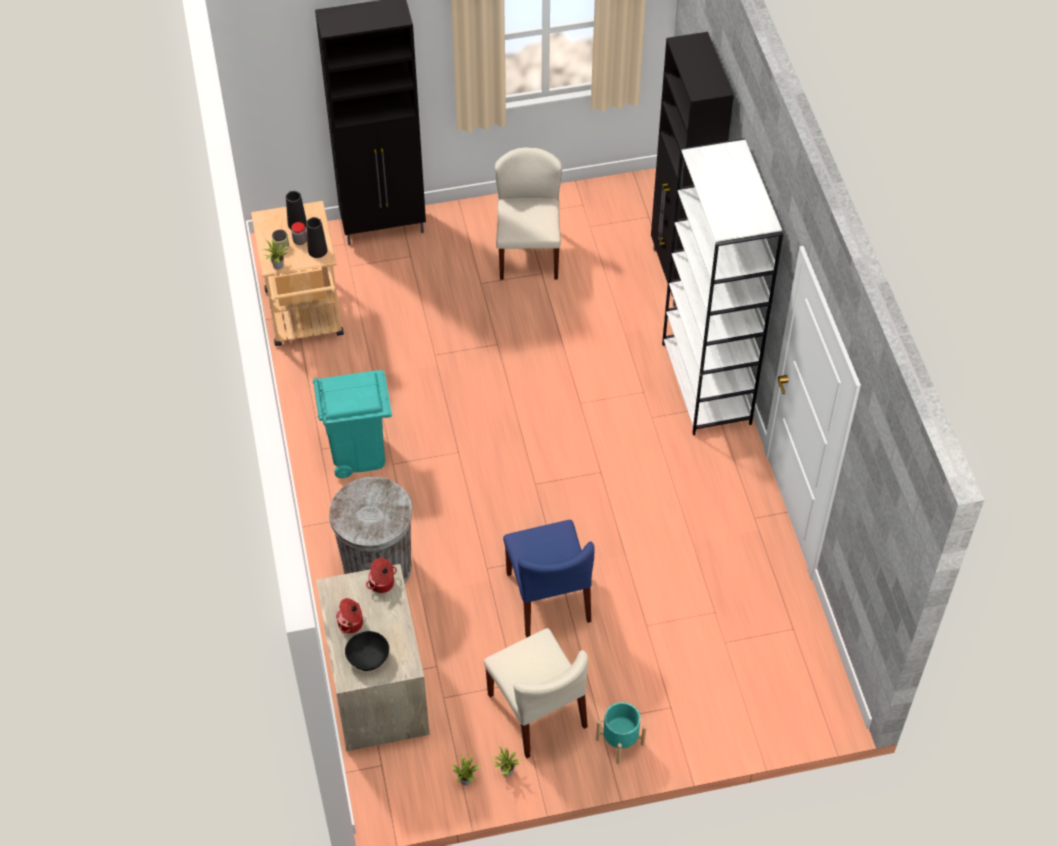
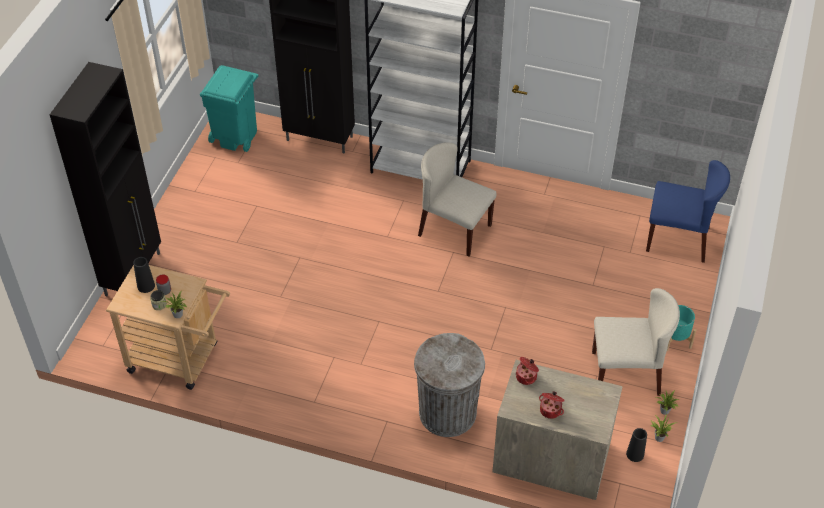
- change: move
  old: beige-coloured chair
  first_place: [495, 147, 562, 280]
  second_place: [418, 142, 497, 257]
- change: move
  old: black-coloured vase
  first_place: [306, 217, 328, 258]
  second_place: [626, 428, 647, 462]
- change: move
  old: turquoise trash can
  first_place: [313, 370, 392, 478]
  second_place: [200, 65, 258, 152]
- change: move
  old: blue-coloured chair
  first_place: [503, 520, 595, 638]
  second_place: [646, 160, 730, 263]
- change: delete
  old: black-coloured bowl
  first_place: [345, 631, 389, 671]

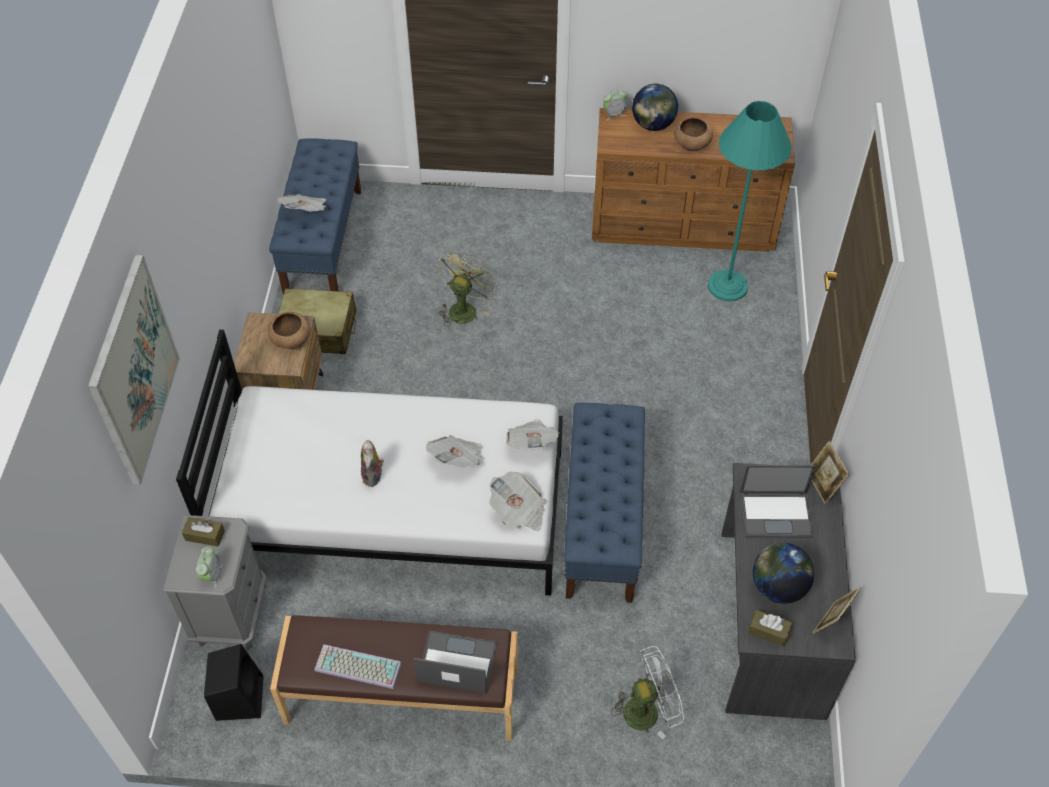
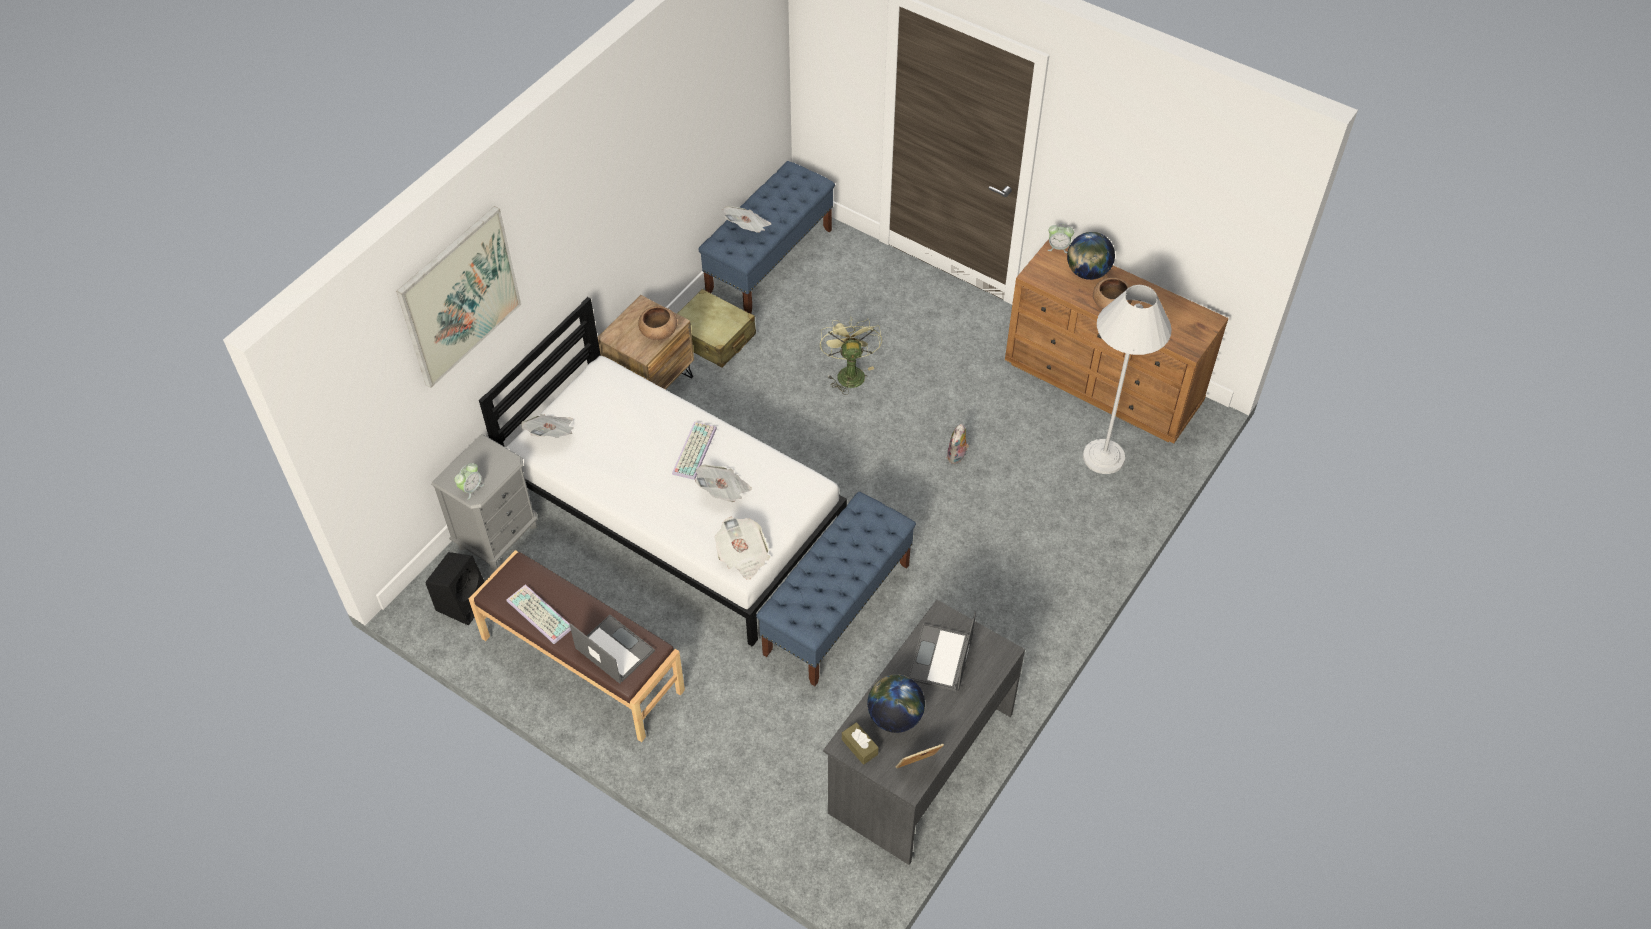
- change: recolor
  old: turquoise standing lamp
  new: white standing lamp
  first_place: [708, 101, 792, 301]
  second_place: [1083, 285, 1172, 474]
- change: rotate
  old: green-coloured cooling fan
  first_place: [436, 250, 497, 327]
  second_place: [820, 317, 882, 395]
  degrees: -60
- change: move
  old: newspaper
  first_place: [506, 419, 559, 450]
  second_place: [521, 414, 574, 437]
- change: move
  old: plush toy
  first_place: [361, 440, 384, 487]
  second_place: [947, 424, 969, 464]
- change: delete
  old: standing frame
  first_place: [811, 441, 850, 504]
- change: rotate
  old: portable computer
  first_place: [740, 465, 816, 538]
  second_place: [908, 611, 976, 692]
  degrees: 75
- change: delete
  old: brownish tissue box
  first_place: [182, 517, 225, 547]
- change: delete
  old: white cooling fan
  first_place: [611, 646, 684, 739]
- change: insert
  new: keyboard
  second_place: [672, 422, 717, 480]

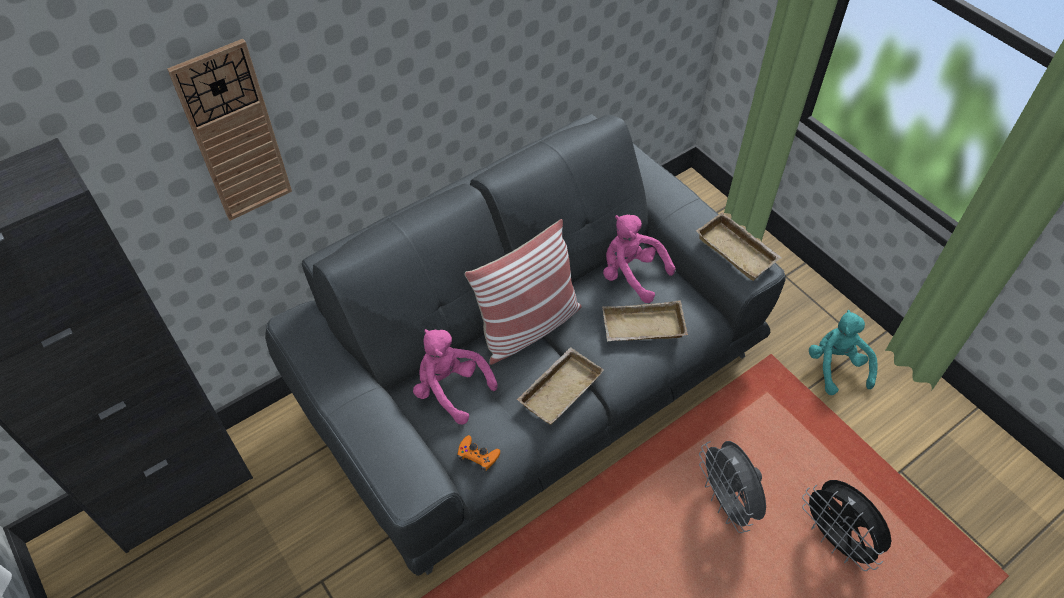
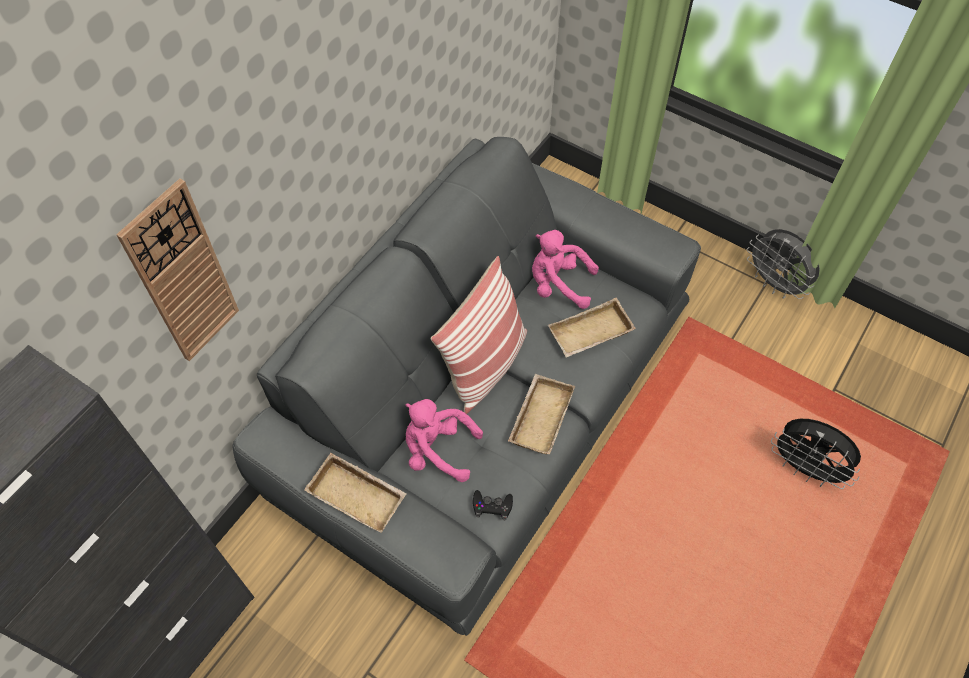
- change: move
  old: beige-coloured serving tray
  first_place: [696, 212, 782, 281]
  second_place: [304, 453, 406, 533]
- change: delete
  old: turquoise plush toy
  first_place: [809, 310, 878, 395]
- change: recolor
  old: orange gamepad
  new: black-coloured gamepad
  first_place: [458, 435, 500, 472]
  second_place: [473, 490, 513, 520]
- change: move
  old: greyish cooling fan
  first_place: [699, 441, 766, 533]
  second_place: [747, 229, 820, 299]

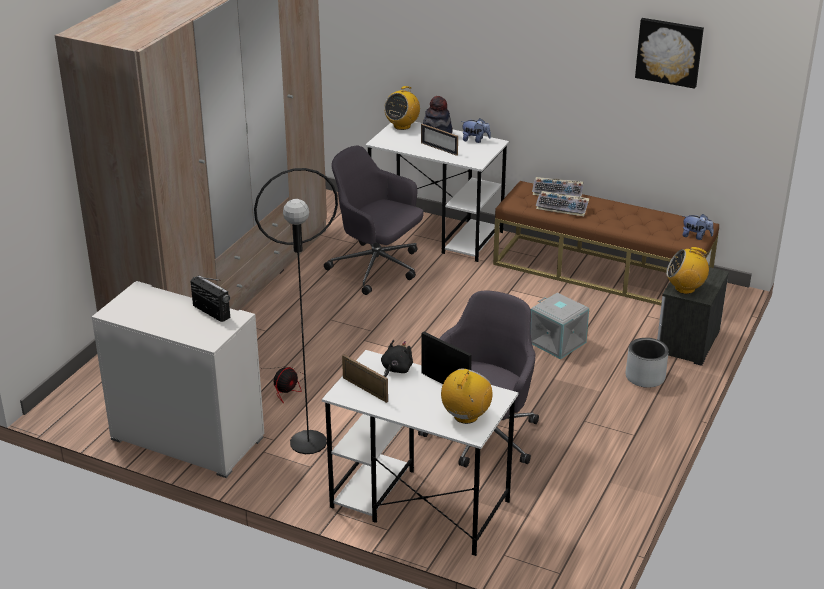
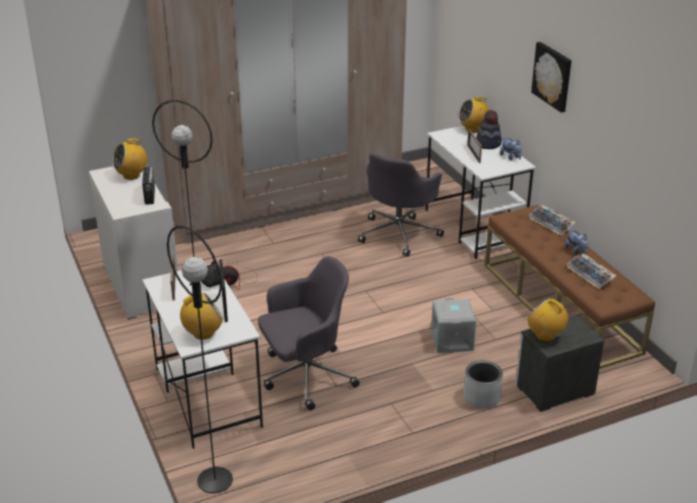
- change: move
  old: wall art
  first_place: [635, 18, 704, 89]
  second_place: [531, 42, 572, 113]
- change: rotate
  old: greyish computer chair
  first_place: [324, 146, 424, 295]
  second_place: [358, 153, 444, 257]
  degrees: -135
- change: move
  old: keyboard
  first_place: [535, 191, 589, 216]
  second_place: [567, 253, 617, 289]
- change: move
  old: plush toy
  first_place: [683, 214, 714, 240]
  second_place: [565, 230, 588, 255]
- change: insert
  new: radio set
  second_place: [112, 139, 147, 180]
- change: insert
  new: black-coloured standing lamp
  second_place: [167, 226, 233, 494]

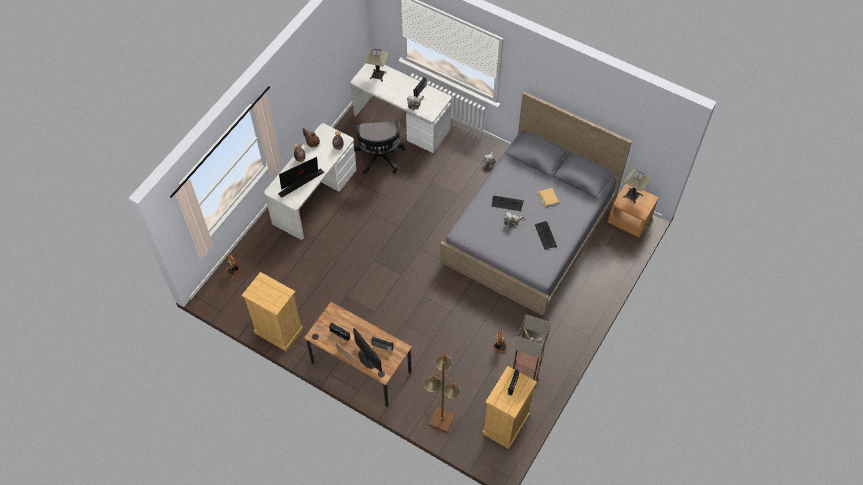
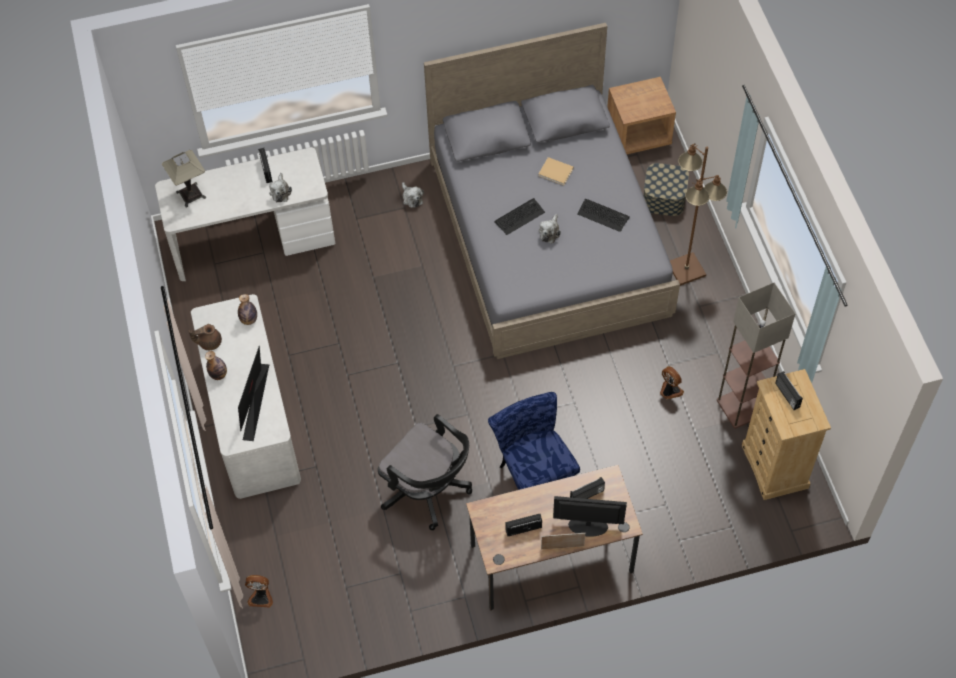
- change: move
  old: black-coloured computer chair
  first_place: [354, 120, 405, 174]
  second_place: [378, 414, 472, 530]
- change: delete
  old: table lamp
  first_place: [623, 169, 651, 204]
- change: delete
  old: beige-coloured dresser
  first_place: [242, 272, 303, 352]
- change: move
  old: brownish standing lamp
  first_place: [424, 354, 461, 433]
  second_place: [670, 143, 727, 286]
- change: insert
  new: storage bin
  second_place: [644, 163, 689, 216]
- change: insert
  new: blue-coloured chair
  second_place: [488, 392, 580, 490]

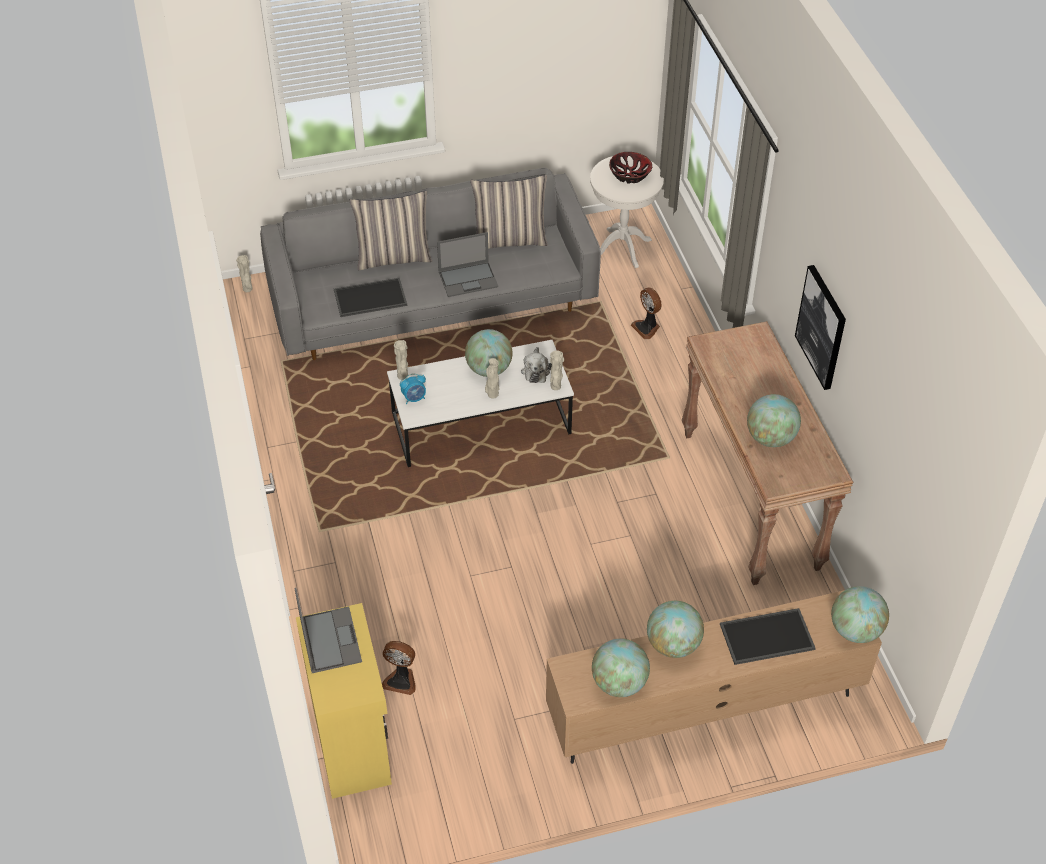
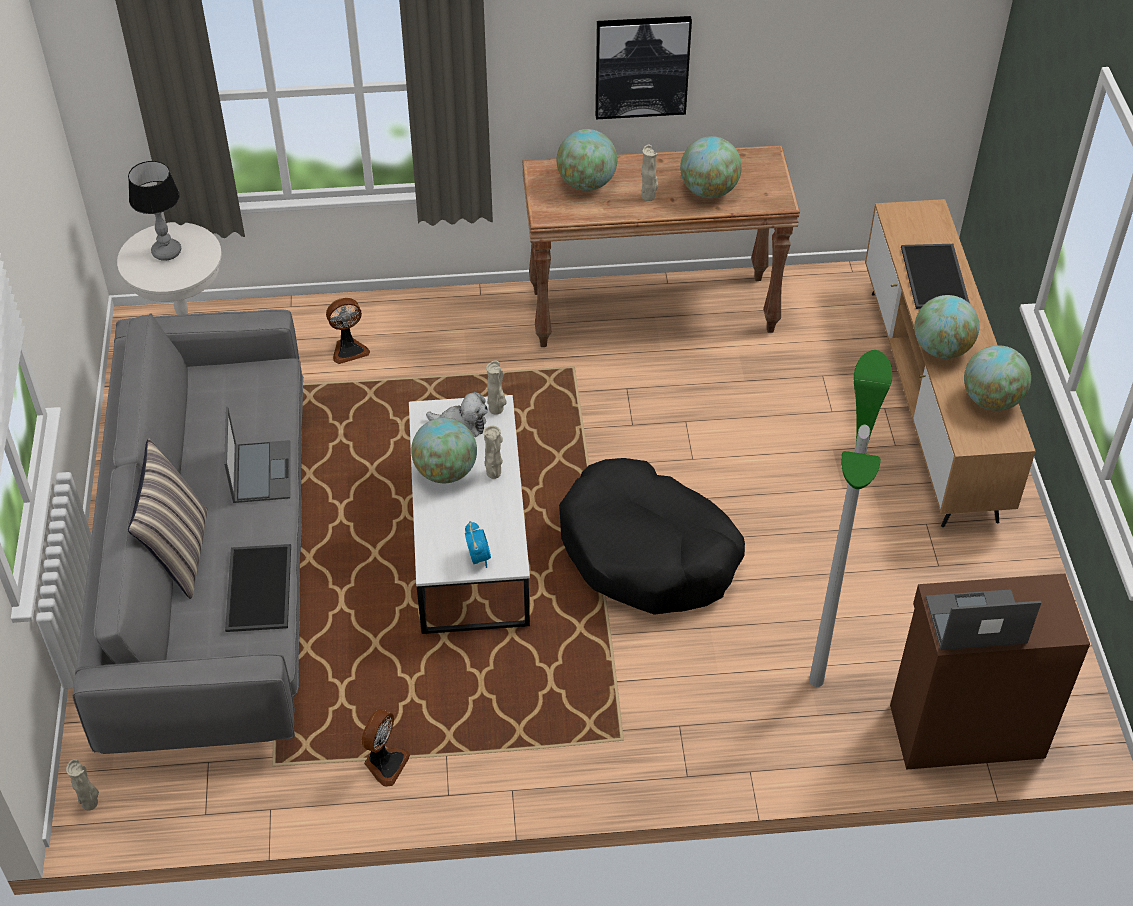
- change: replace
  old: bowl
  new: table lamp
  first_place: [609, 152, 652, 184]
  second_place: [128, 161, 181, 261]
- change: delete
  old: throw pillow
  first_place: [470, 175, 548, 249]
- change: move
  old: beige-coloured vase
  first_place: [394, 340, 408, 380]
  second_place: [641, 144, 658, 201]
- change: move
  old: world globe
  first_place: [831, 586, 889, 643]
  second_place: [557, 129, 617, 191]
- change: recolor
  old: yellow-coloured cabinet
  new: brownish cabinet
  first_place: [296, 603, 392, 799]
  second_place: [890, 574, 1090, 770]
- change: move
  old: cooling fan
  first_place: [382, 641, 415, 695]
  second_place: [362, 709, 410, 787]
- change: insert
  new: standing lamp
  second_place: [809, 350, 892, 687]
- change: insert
  new: black-coloured dog bed
  second_place: [559, 458, 745, 615]

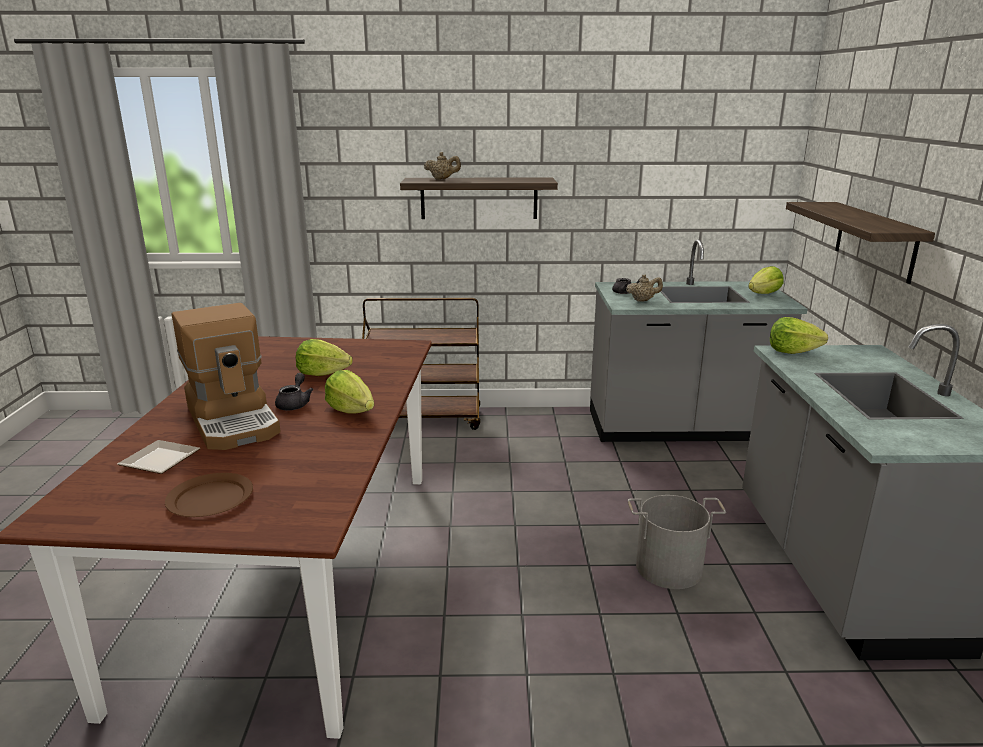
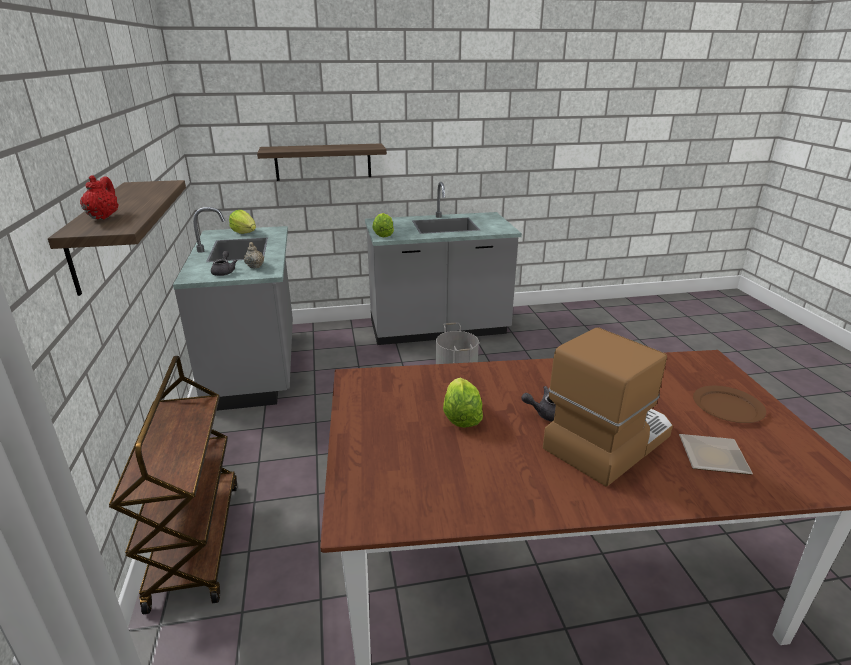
- change: recolor
  old: beige-coloured tea pot
  new: reddish tea pot
  first_place: [424, 152, 461, 179]
  second_place: [80, 175, 119, 220]
- change: delete
  old: head of lettuce
  first_place: [325, 370, 374, 414]

